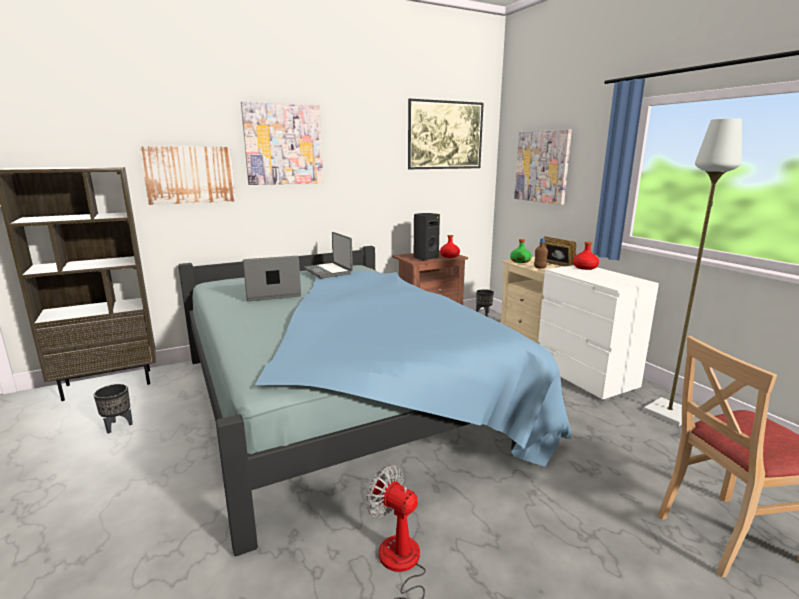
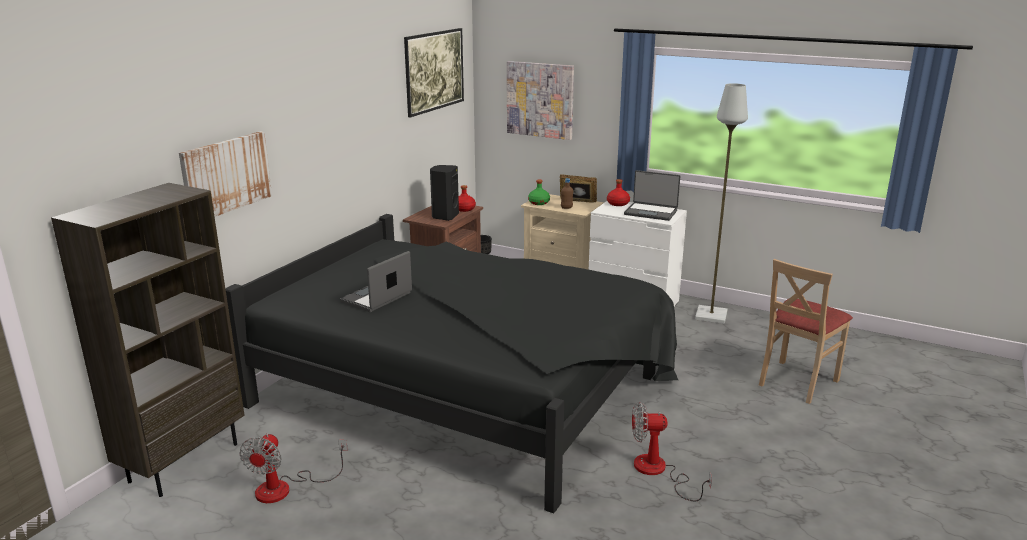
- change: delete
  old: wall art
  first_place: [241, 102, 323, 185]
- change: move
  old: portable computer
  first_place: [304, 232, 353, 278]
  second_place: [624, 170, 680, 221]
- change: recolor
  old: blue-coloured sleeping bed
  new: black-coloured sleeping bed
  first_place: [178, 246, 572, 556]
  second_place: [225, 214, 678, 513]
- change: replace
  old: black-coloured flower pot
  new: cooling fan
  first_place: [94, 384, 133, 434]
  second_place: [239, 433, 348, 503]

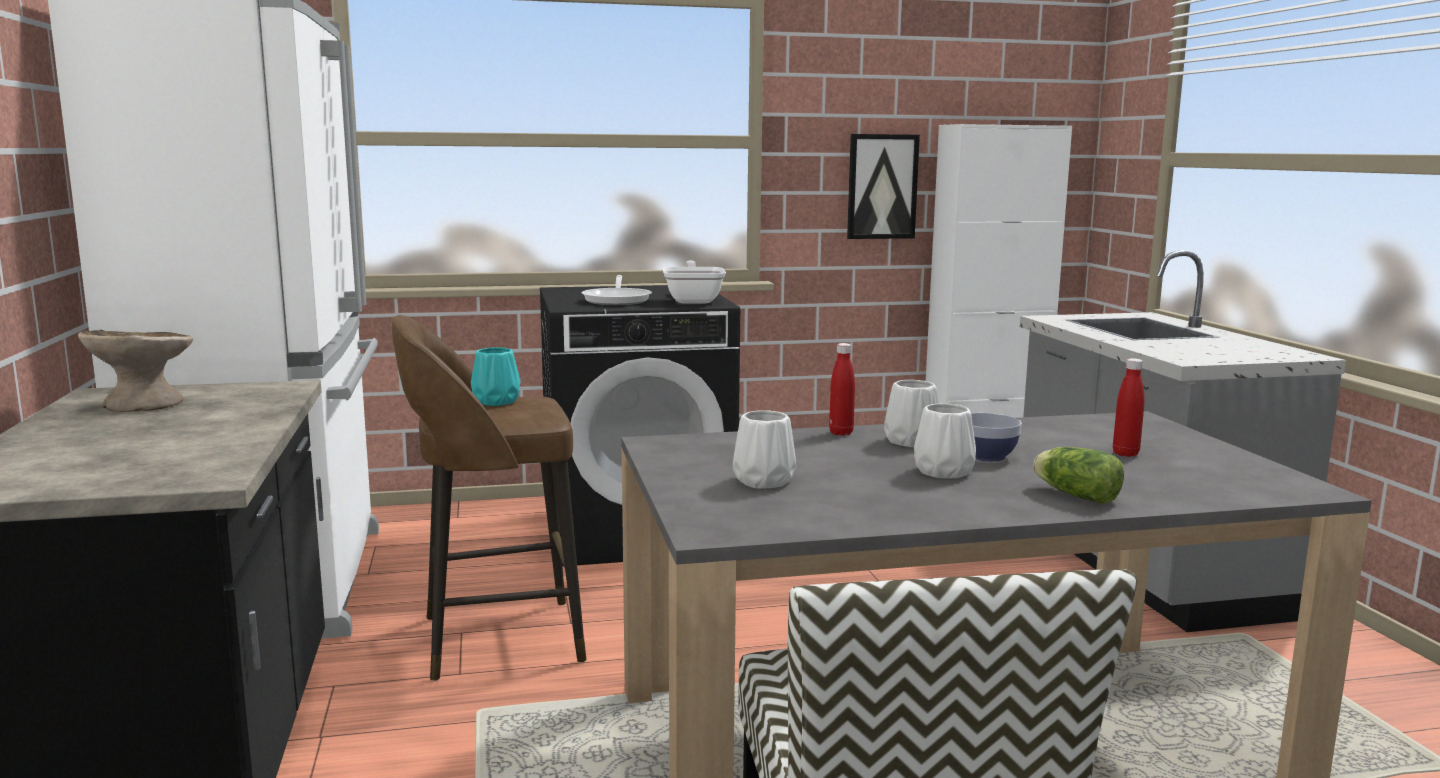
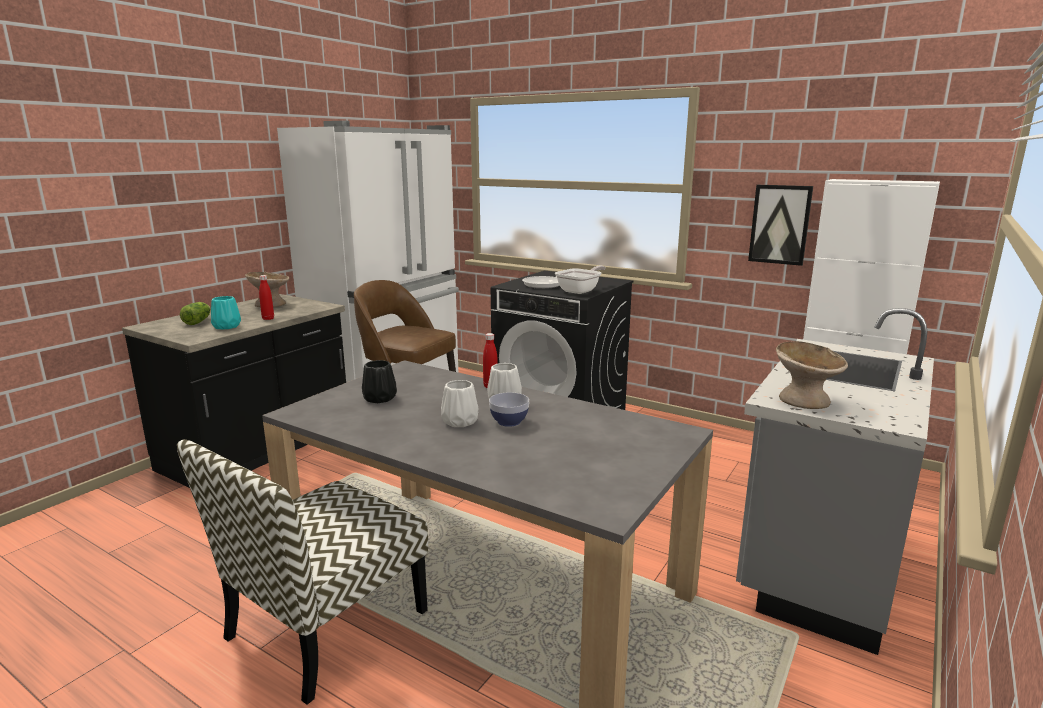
- change: move
  old: turquoise vase
  first_place: [471, 347, 521, 406]
  second_place: [211, 296, 241, 329]
- change: move
  old: reddish beverage bottle
  first_place: [1113, 358, 1144, 457]
  second_place: [259, 275, 274, 320]
- change: recolor
  old: white vase
  new: black-coloured vase
  first_place: [733, 410, 796, 489]
  second_place: [362, 360, 397, 403]
- change: move
  old: head of lettuce
  first_place: [1033, 447, 1124, 504]
  second_place: [180, 302, 211, 325]
- change: insert
  new: beige-coloured bowl
  second_place: [776, 341, 848, 409]

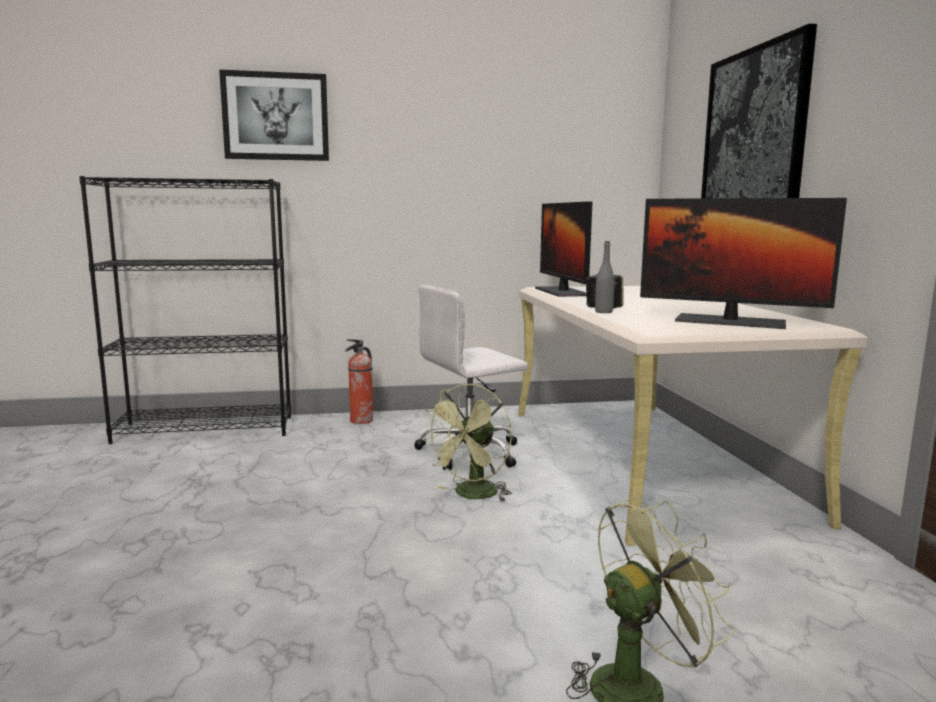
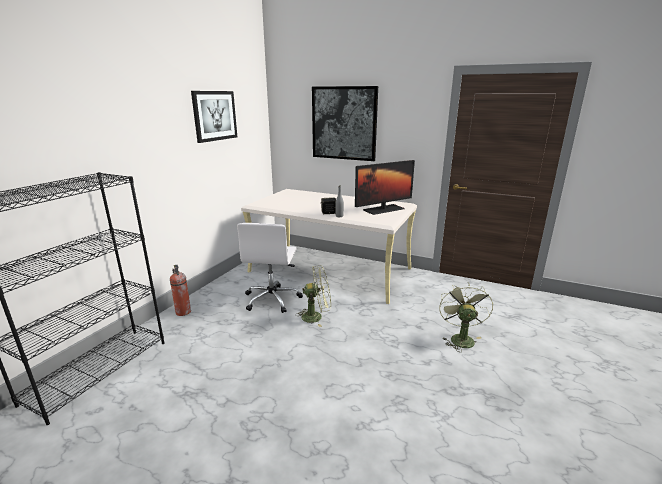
- change: move
  old: wall art
  first_place: [219, 70, 329, 161]
  second_place: [191, 91, 237, 143]
- change: delete
  old: computer display
  first_place: [535, 201, 593, 297]
- change: rotate
  old: green-coloured cooling fan
  first_place: [422, 384, 512, 502]
  second_place: [295, 265, 331, 327]
  degrees: -75

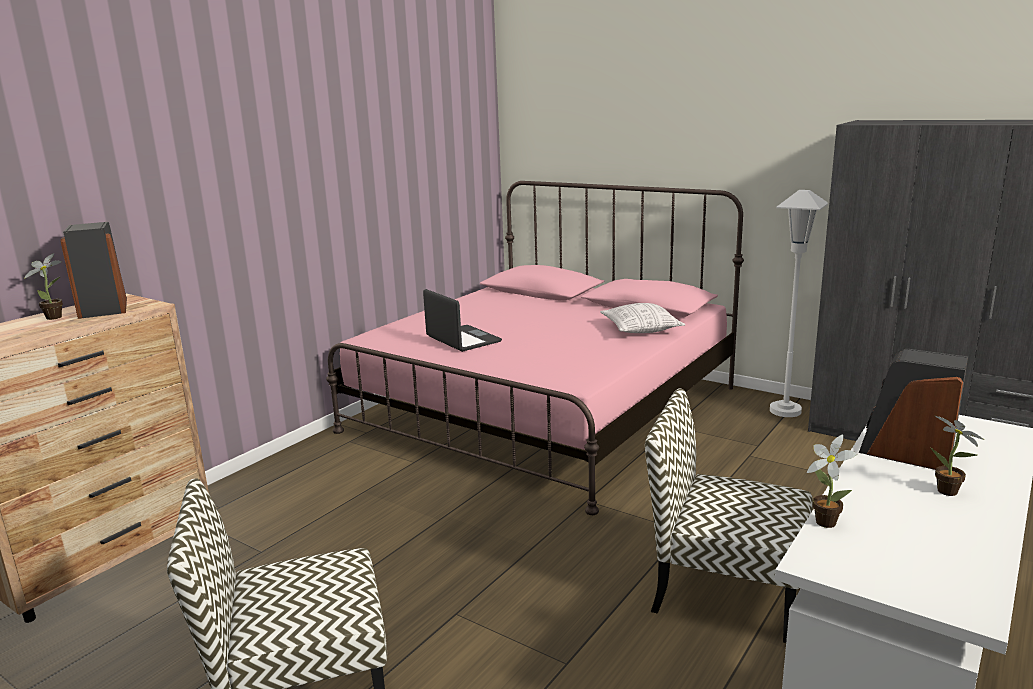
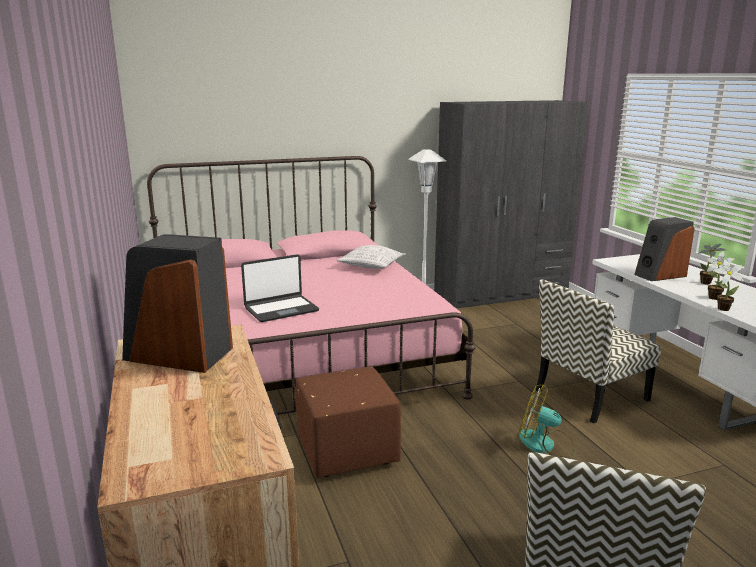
- change: move
  old: potted plant
  first_place: [24, 253, 63, 320]
  second_place: [707, 252, 735, 300]
- change: rotate
  old: portable computer
  first_place: [423, 289, 502, 352]
  second_place: [241, 254, 319, 322]
  degrees: 150
- change: insert
  new: brownish ottoman
  second_place: [295, 367, 401, 478]
- change: insert
  new: cooling fan
  second_place: [519, 385, 575, 457]

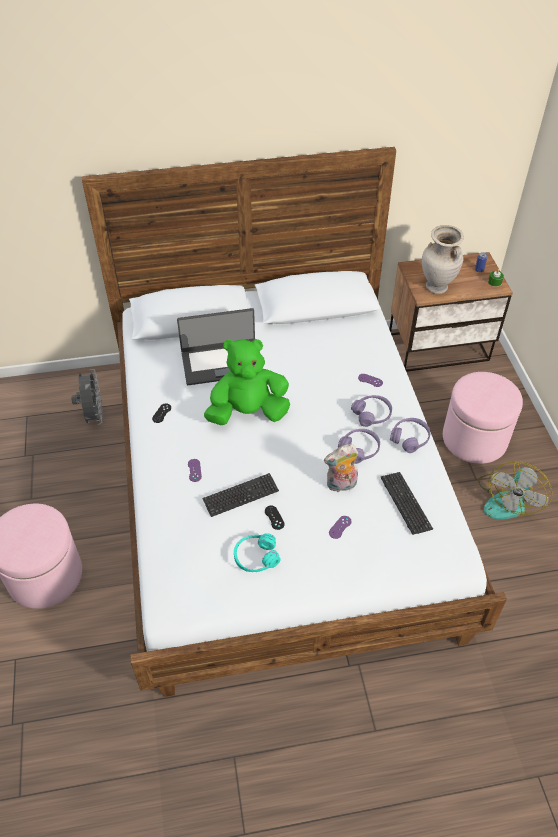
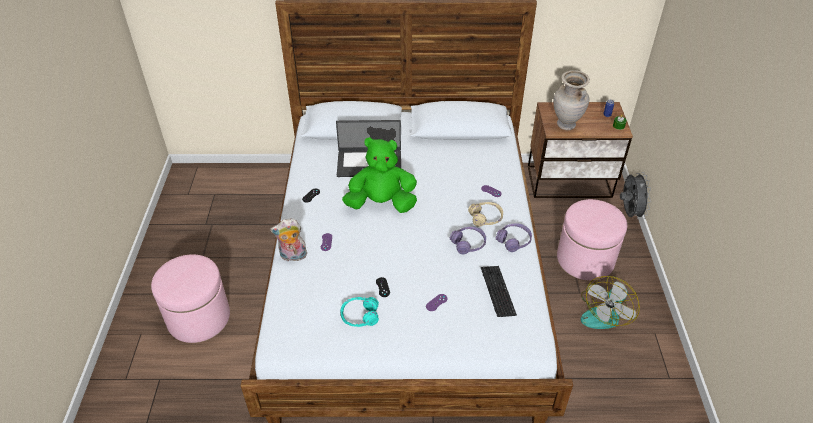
- change: move
  old: greyish cooling fan
  first_place: [71, 369, 103, 425]
  second_place: [620, 172, 651, 219]
- change: recolor
  old: purple-coloured headphones
  new: beige-coloured headphones
  first_place: [351, 395, 392, 427]
  second_place: [468, 202, 503, 227]
- change: move
  old: plush toy
  first_place: [324, 444, 359, 492]
  second_place: [270, 218, 308, 261]
- change: delete
  old: keyboard
  first_place: [202, 473, 279, 517]

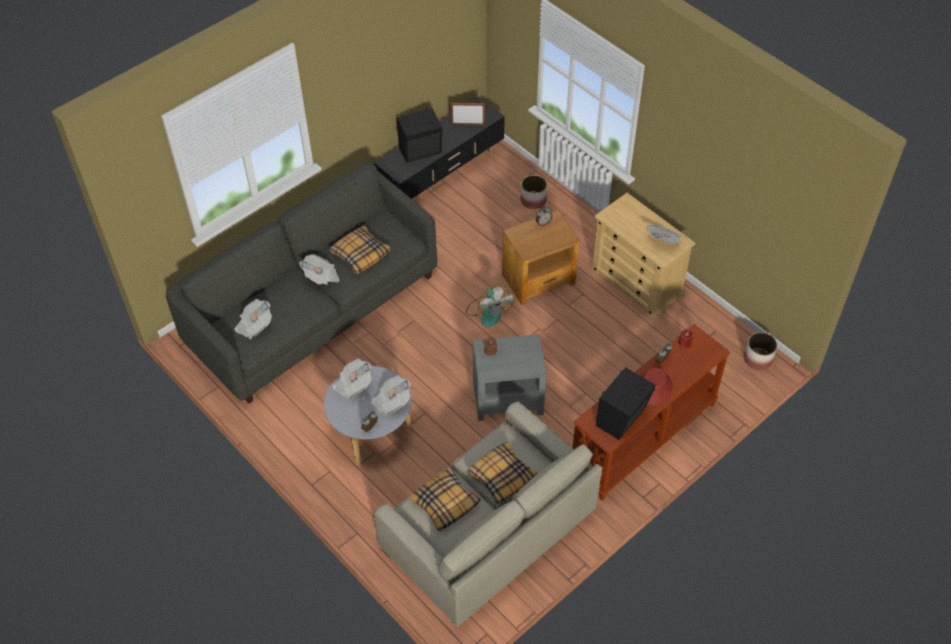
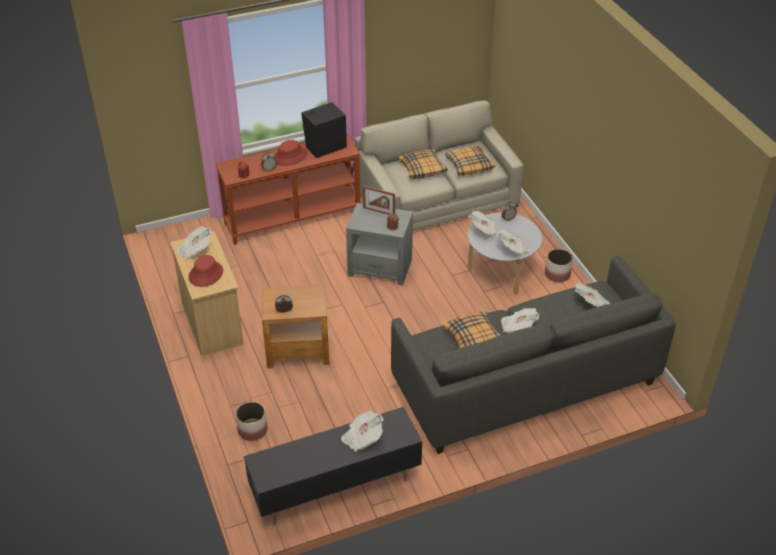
- change: move
  old: standing frame
  first_place: [451, 103, 485, 125]
  second_place: [363, 186, 395, 215]
- change: replace
  old: black-coloured loudspeaker
  new: newspaper
  first_place: [397, 108, 442, 163]
  second_place: [341, 411, 384, 452]
- change: delete
  old: cooling fan
  first_place: [466, 284, 514, 328]
- change: move
  old: flower pot
  first_place: [744, 332, 777, 370]
  second_place: [545, 249, 573, 282]
- change: insert
  new: reddish hat
  second_place: [188, 255, 223, 287]

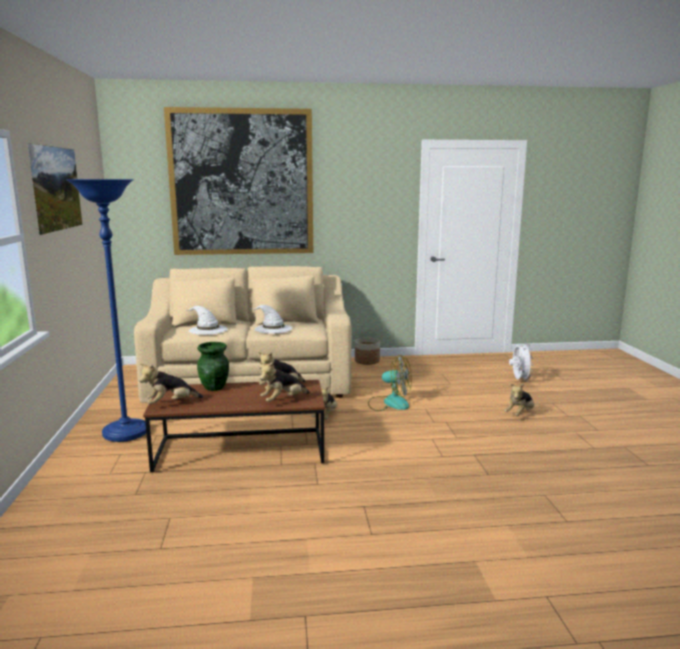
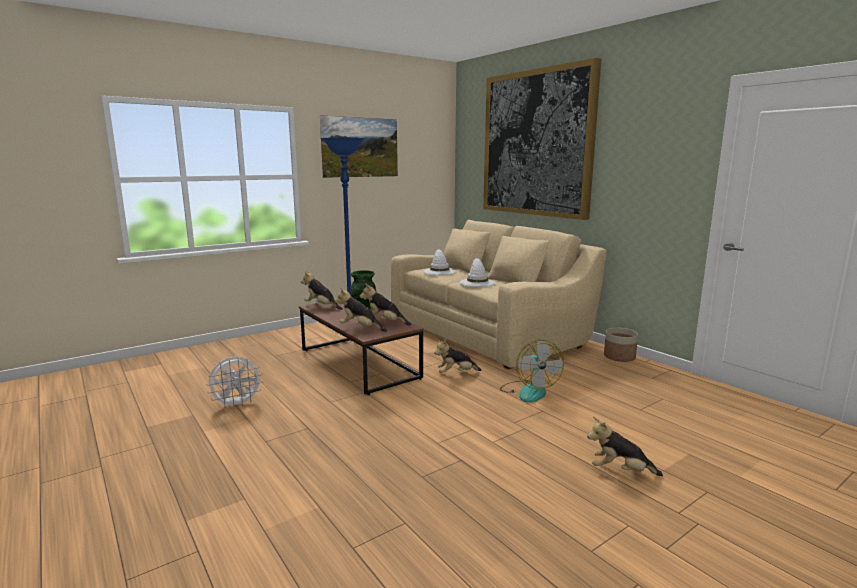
- change: move
  old: white cooling fan
  first_place: [509, 343, 533, 382]
  second_place: [206, 357, 264, 408]

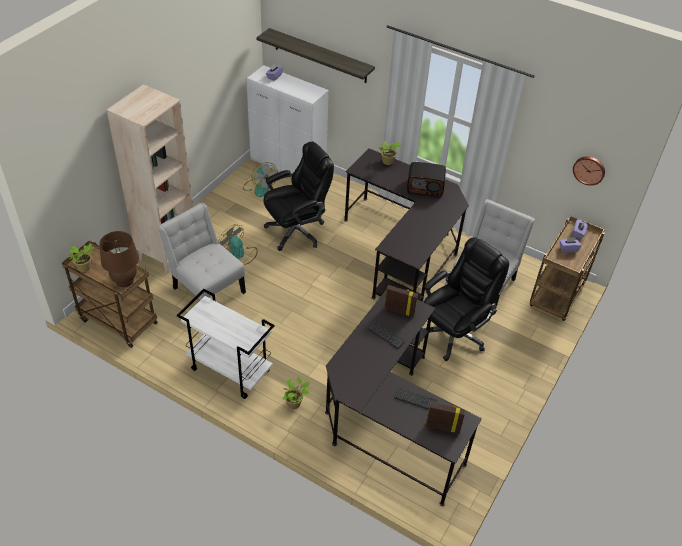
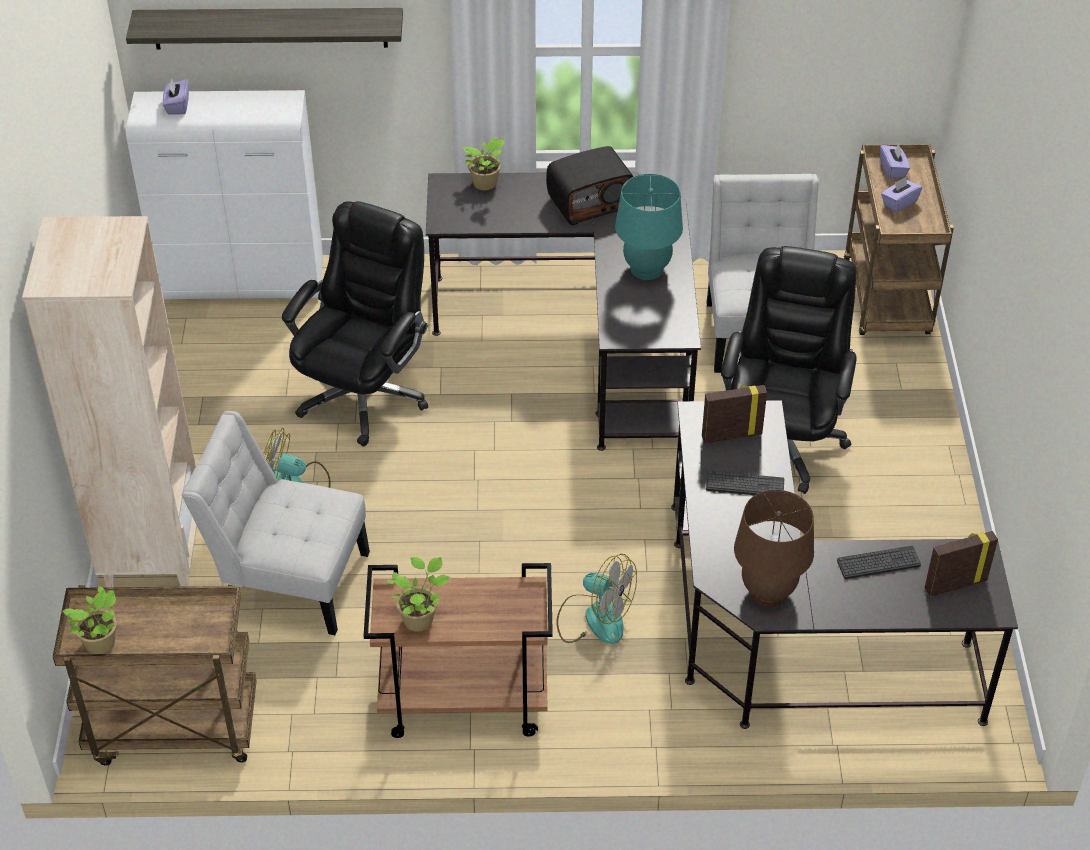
- change: delete
  old: hanging clock
  first_place: [573, 156, 605, 186]
- change: move
  old: cooling fan
  first_place: [243, 162, 278, 197]
  second_place: [556, 554, 637, 644]
- change: move
  old: brownish table lamp
  first_place: [99, 231, 139, 287]
  second_place: [734, 490, 814, 607]
- change: recolor
  old: white wheeled cart
  new: brownish wheeled cart
  first_place: [177, 289, 275, 399]
  second_place: [364, 563, 553, 738]
- change: move
  old: potted plant
  first_place: [283, 376, 310, 409]
  second_place: [387, 557, 449, 631]
- change: insert
  new: turquoise table lamp
  second_place: [615, 174, 683, 280]

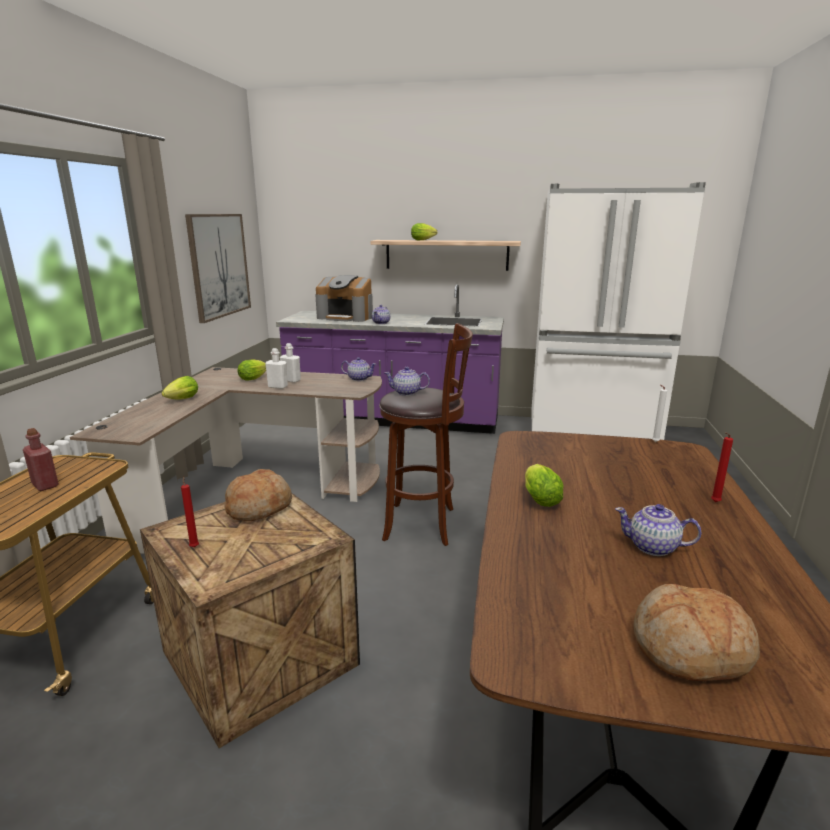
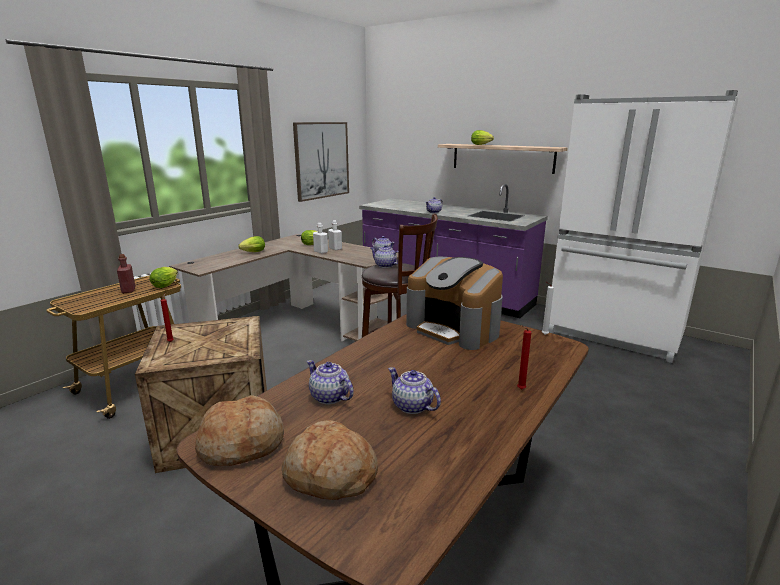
- change: move
  old: coffee machine
  first_place: [315, 275, 373, 322]
  second_place: [406, 257, 503, 350]
- change: move
  old: head of lettuce
  first_place: [525, 464, 564, 507]
  second_place: [150, 267, 178, 288]
- change: move
  old: baked bread
  first_place: [224, 469, 292, 521]
  second_place: [195, 395, 284, 466]
- change: insert
  new: tea pot
  second_place: [307, 360, 354, 404]

